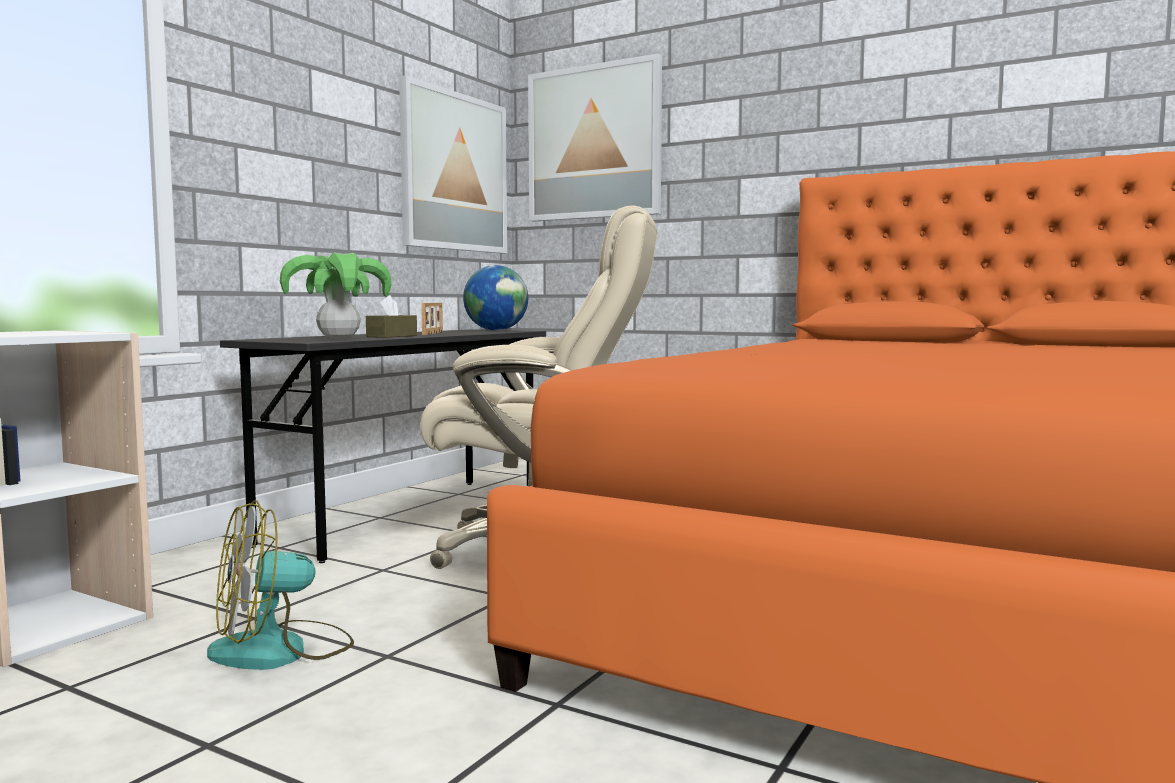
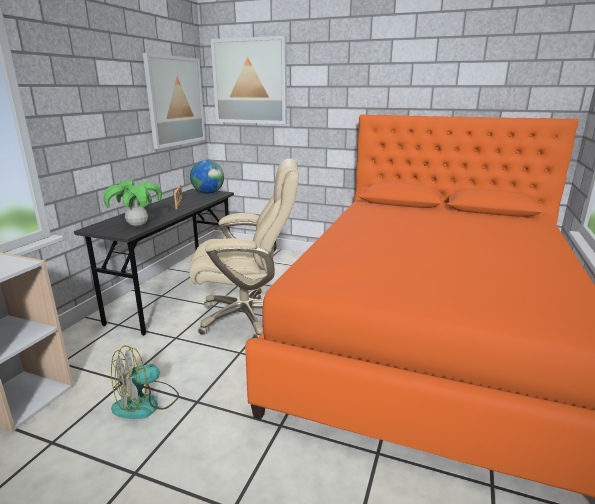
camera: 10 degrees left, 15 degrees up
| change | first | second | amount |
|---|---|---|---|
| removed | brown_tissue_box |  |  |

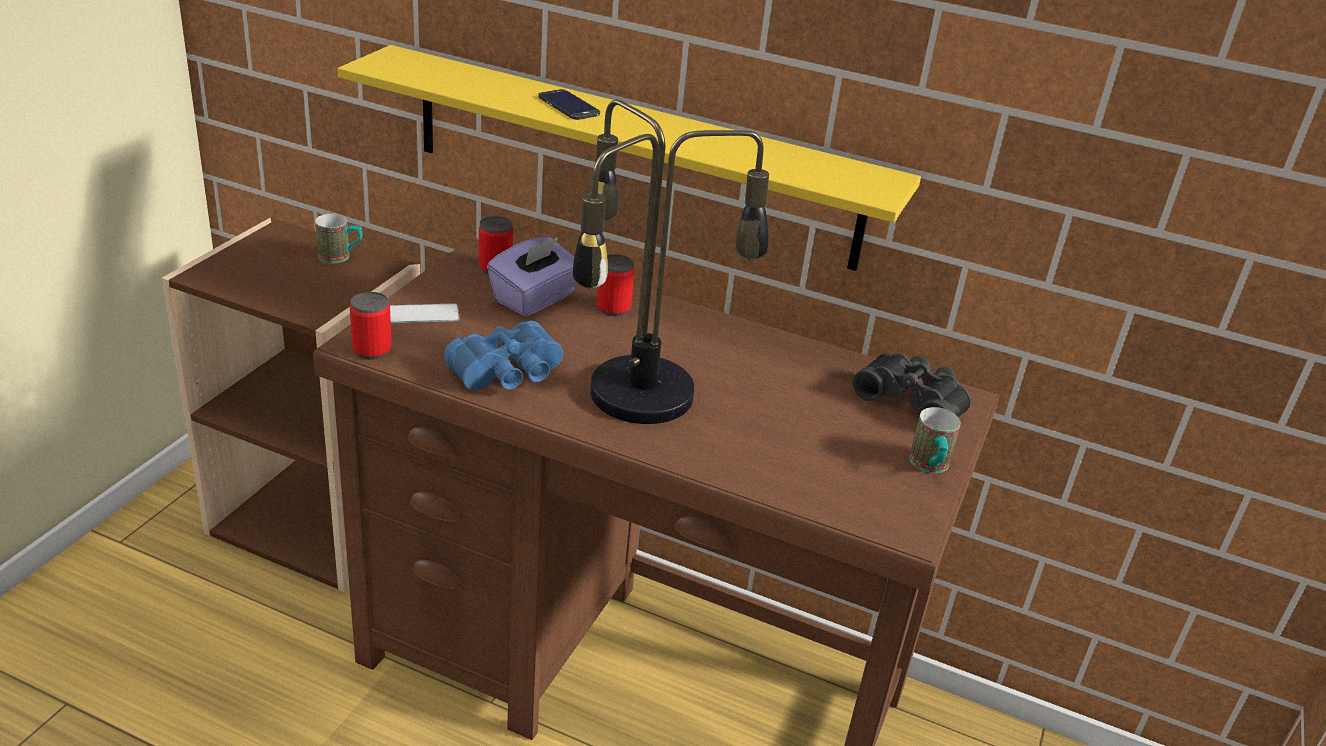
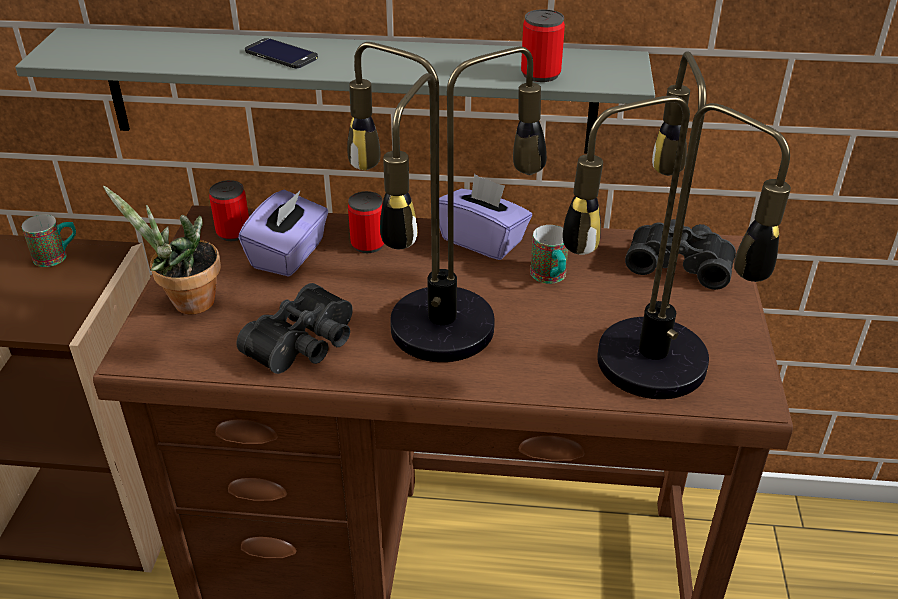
camera: 15 degrees left, 5 degrees up
| change | first | second | amount |
|---|---|---|---|
| recoloured | yellow_shelf | grey_shelf |  |
| moved | can (1st from left in the first image) | can (3rd from left) |  |
| replaced | phone (1st from left) | potted_plant |  |
| recoloured | blue_binoculars | black_binoculars (1st from left) |  |
| moved | mug (2nd from left) |  |  |
| added |  | purple_tissue_box (2nd from left) |  |
| added |  | table_lamp (2nd from left) |  |

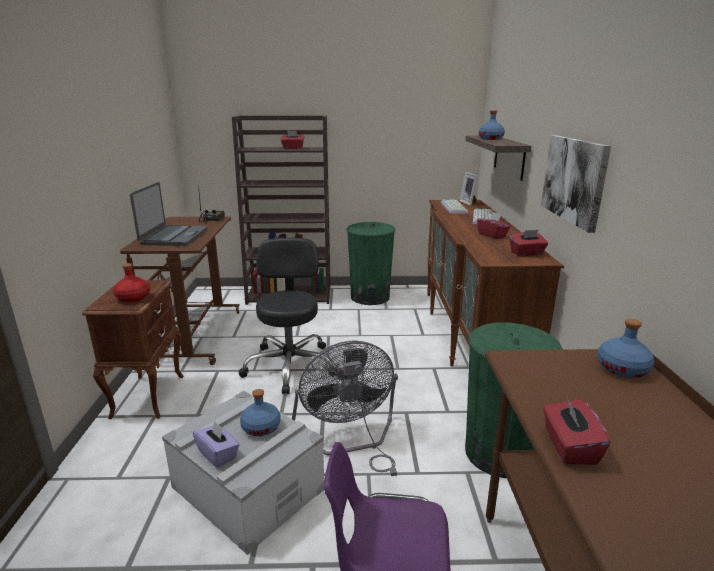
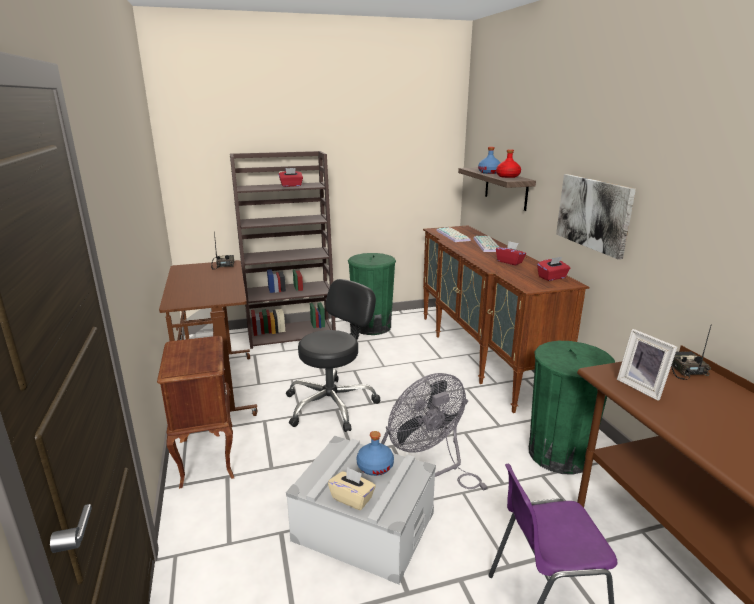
camera: 15 degrees left, 0 degrees up
| change | first | second | amount |
|---|---|---|---|
| moved | red_bottle |  |  |
| removed | laptop |  |  |
| recoloured | purple_tissue_box | beige_tissue_box |  |
| turned | black_office_chair |  | 60 degrees clockwise |
| moved | picture_frame |  |  |
| removed | red_tissue_box (4th from left) |  |  |
| replaced | blue_bottle (3rd from left) | radio (2nd from left) |  |

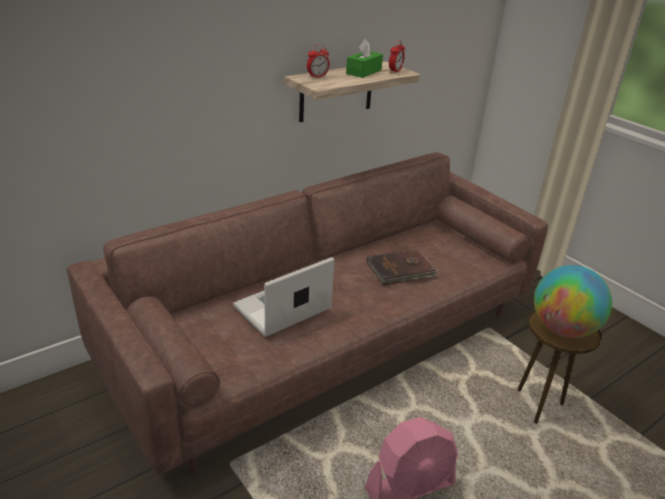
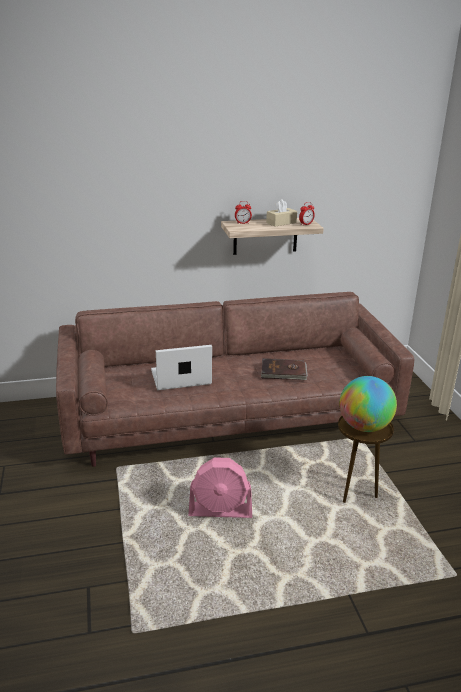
camera: 25 degrees right, 5 degrees down
| change | first | second | amount |
|---|---|---|---|
| recoloured | green_tissue_box | beige_tissue_box |  |

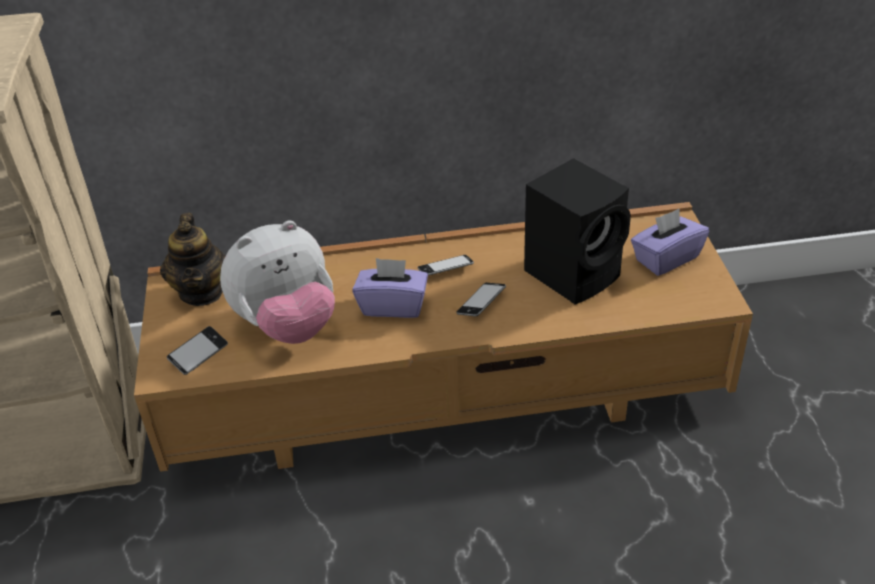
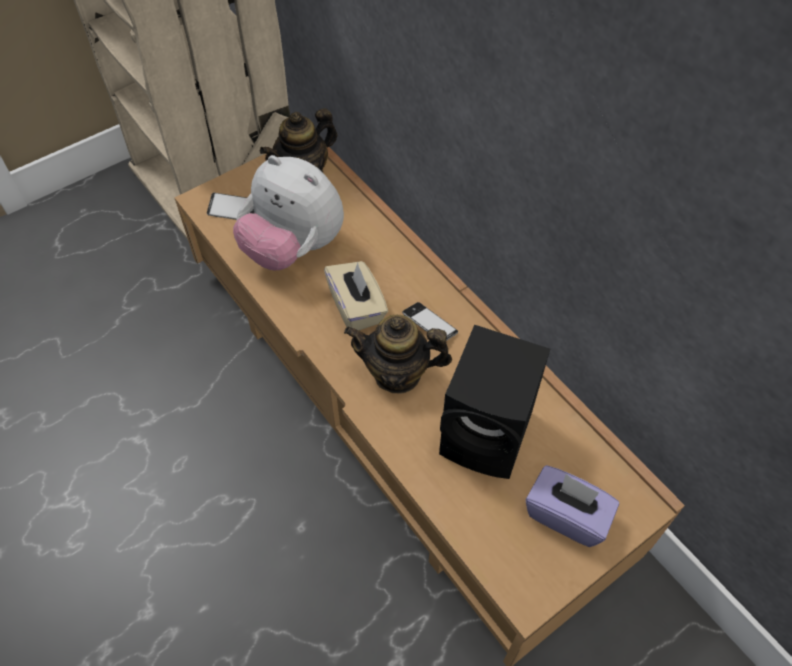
camera: 60 degrees right, 15 degrees up
| change | first | second | amount |
|---|---|---|---|
| recoloured | purple_tissue_box (1st from left) | beige_tissue_box |  |
| replaced | phone (3rd from left) | teapot (2nd from left) |  |

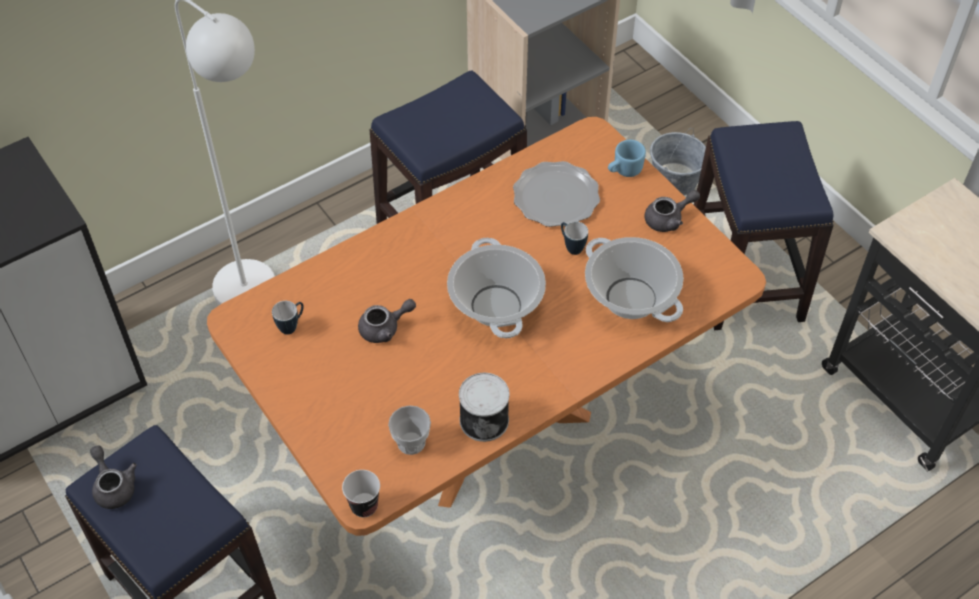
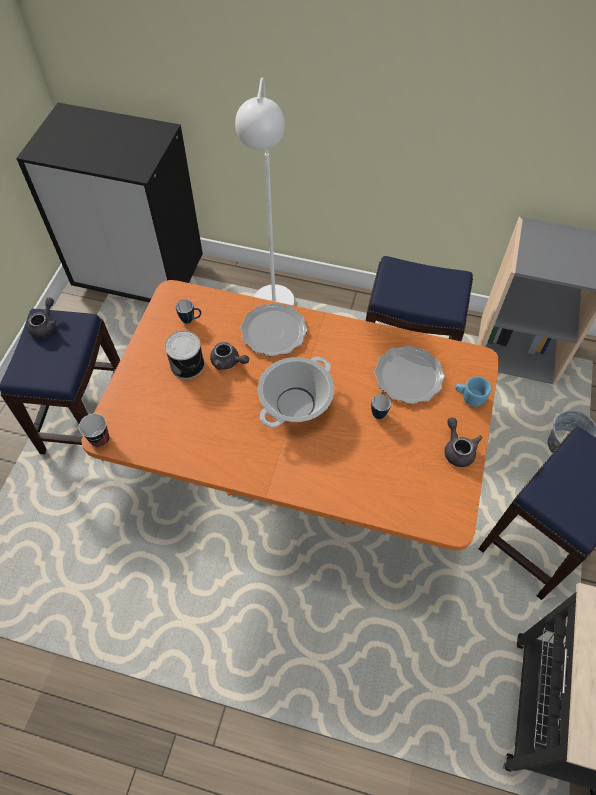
camera: 50 degrees right, 5 degrees up
| change | first | second | amount |
|---|---|---|---|
| removed | cup (2nd from left) |  |  |
| moved | can |  |  |
| removed | cooking_pot (2nd from left) |  |  |
| turned | grey_teapot (3rd from left) |  | 135 degrees counterclockwise |
| added |  | plate (1st from left) |  |

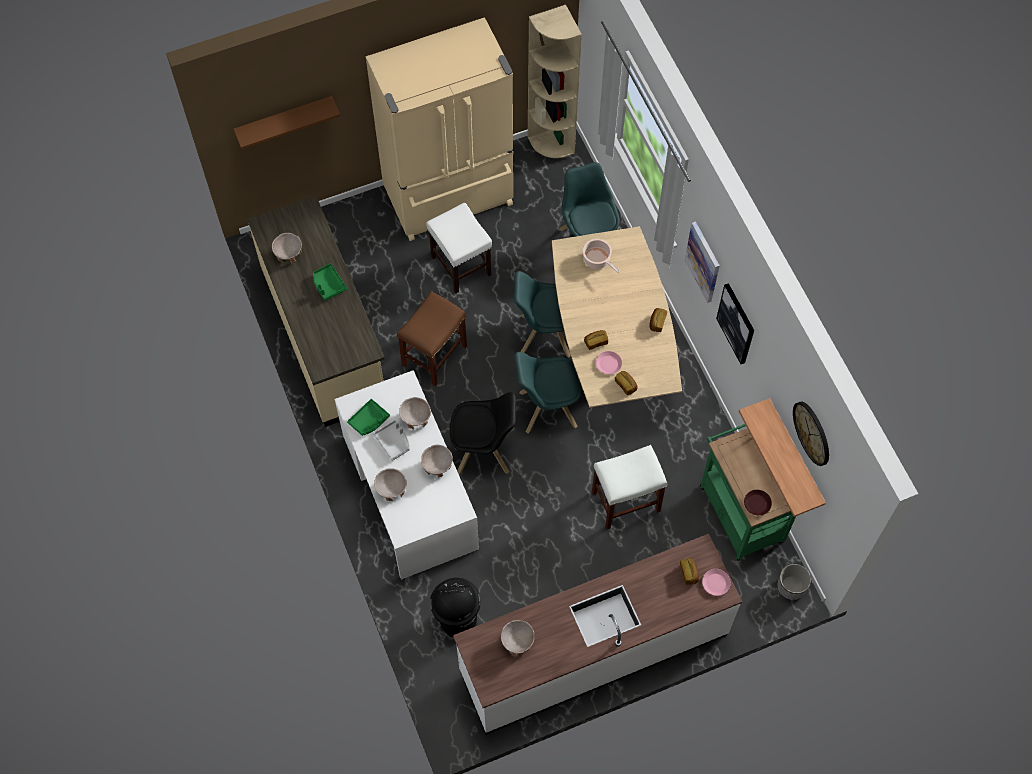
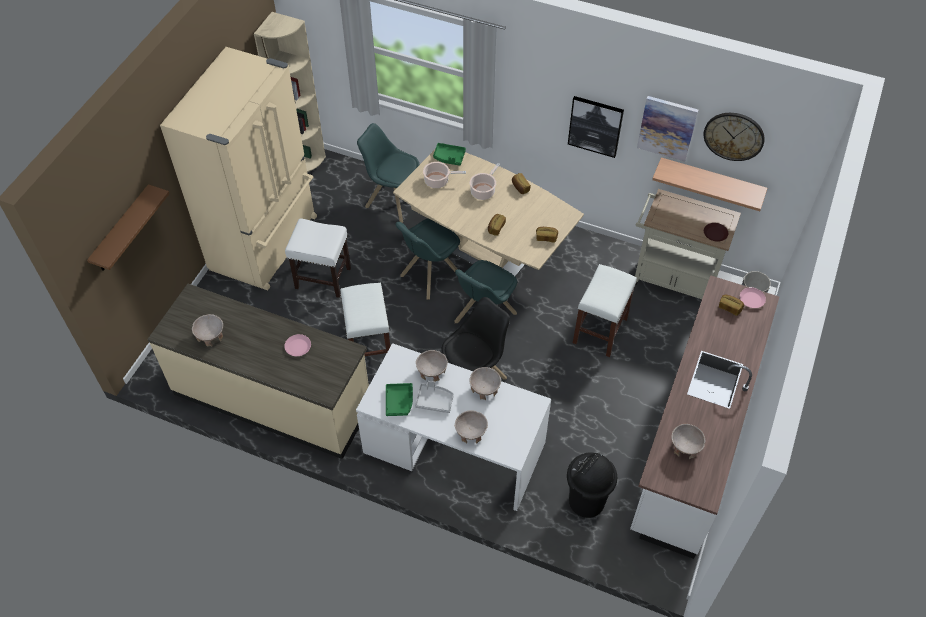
camera: 45 degrees left, 10 degrees down
| change | first | second | amount |
|---|---|---|---|
| moved | green_tray (1st from left in the first image) | green_tray (2nd from left) |  |
| recoloured | brown_stool | white_stool (2nd from left) |  |
| moved | pink_plate (1st from left) |  |  |
| moved | picture (1st from left in the first image) | picture (2nd from left) |  |
| recoloured | green_cart | beige_cart |  |
| added |  | cooking_pot (2nd from left) |  |

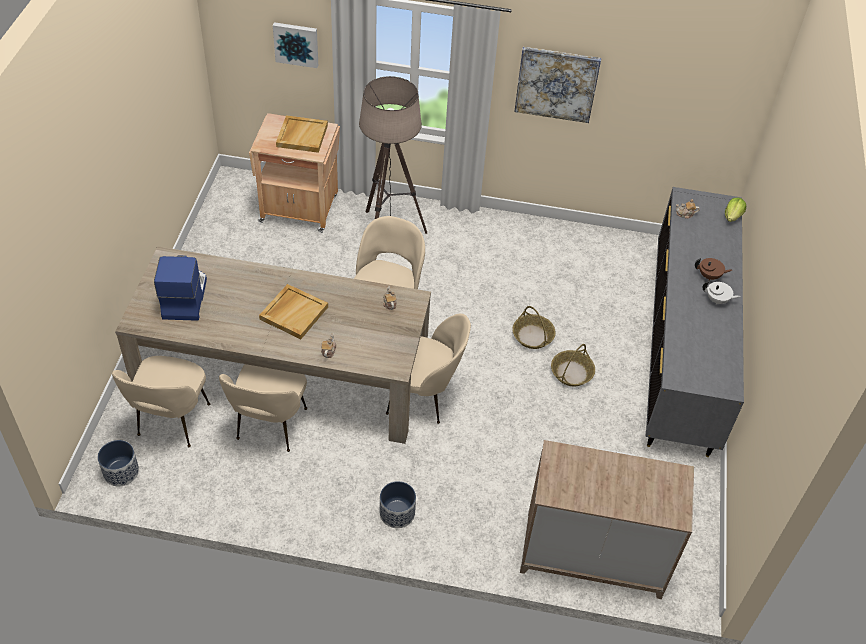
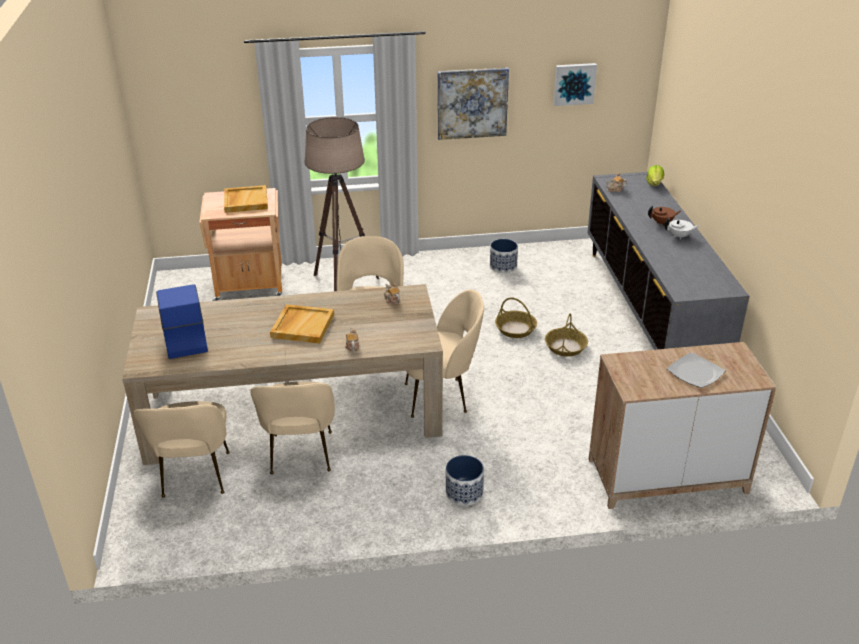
camera: 15 degrees left, 15 degrees down
| change | first | second | amount |
|---|---|---|---|
| moved | planter (1st from left in the first image) | planter (2nd from left) |  |
| moved | picture (1st from left in the first image) | picture (2nd from left) |  |
| added |  | plate |  |

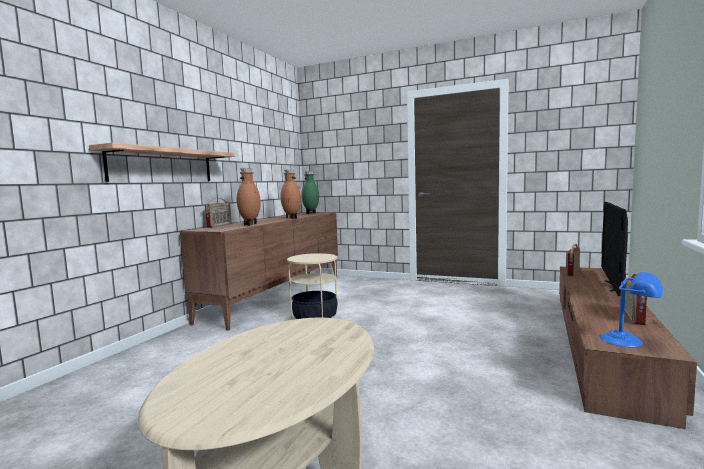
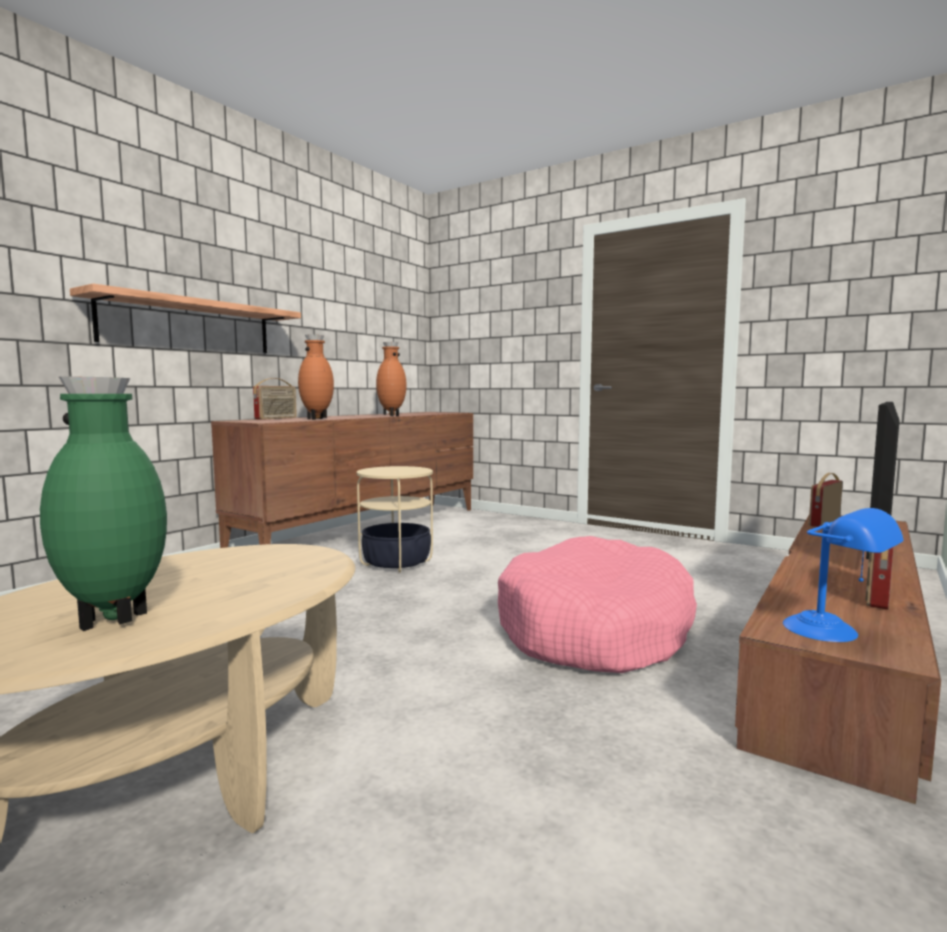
camera: 10 degrees right, 0 degrees up
| change | first | second | amount |
|---|---|---|---|
| moved | green_vase |  |  |
| added |  | pink_dog_bed |  |

